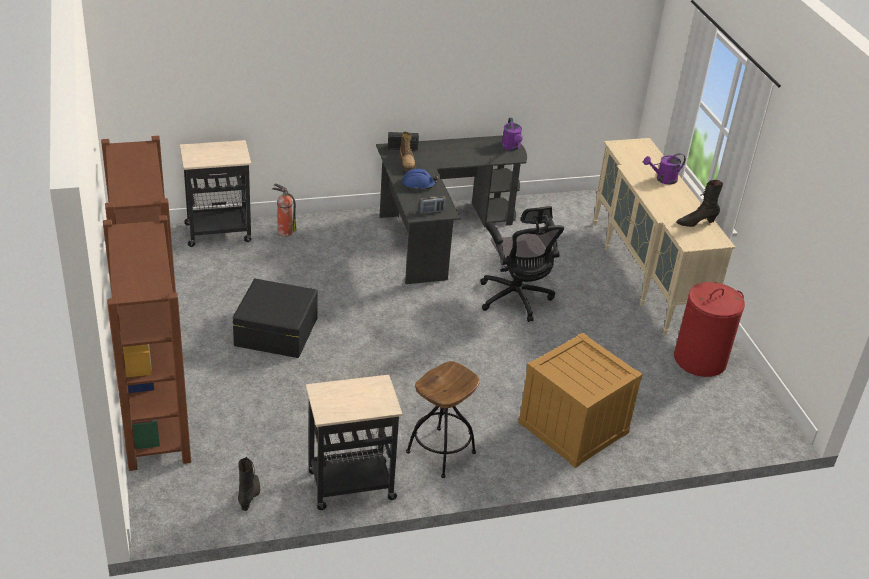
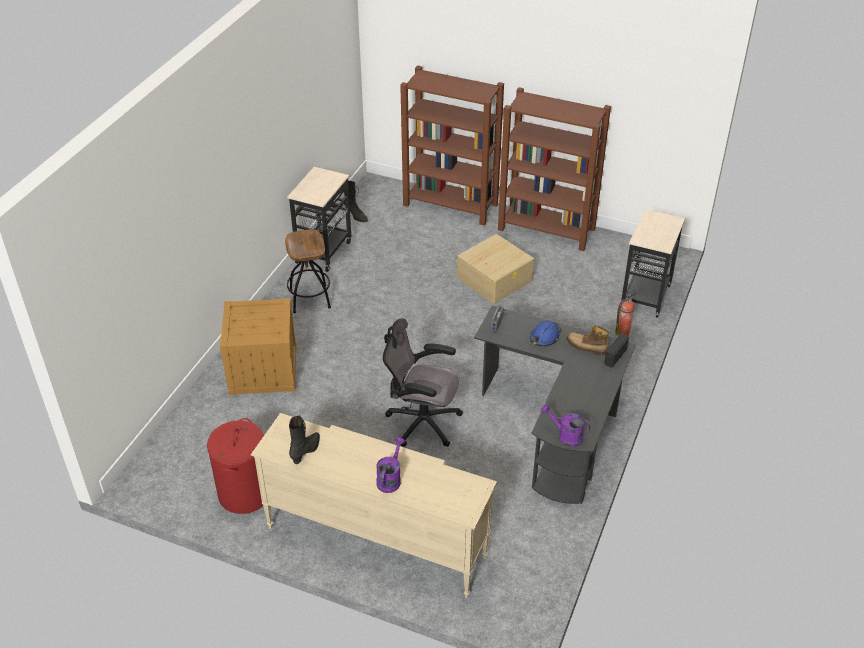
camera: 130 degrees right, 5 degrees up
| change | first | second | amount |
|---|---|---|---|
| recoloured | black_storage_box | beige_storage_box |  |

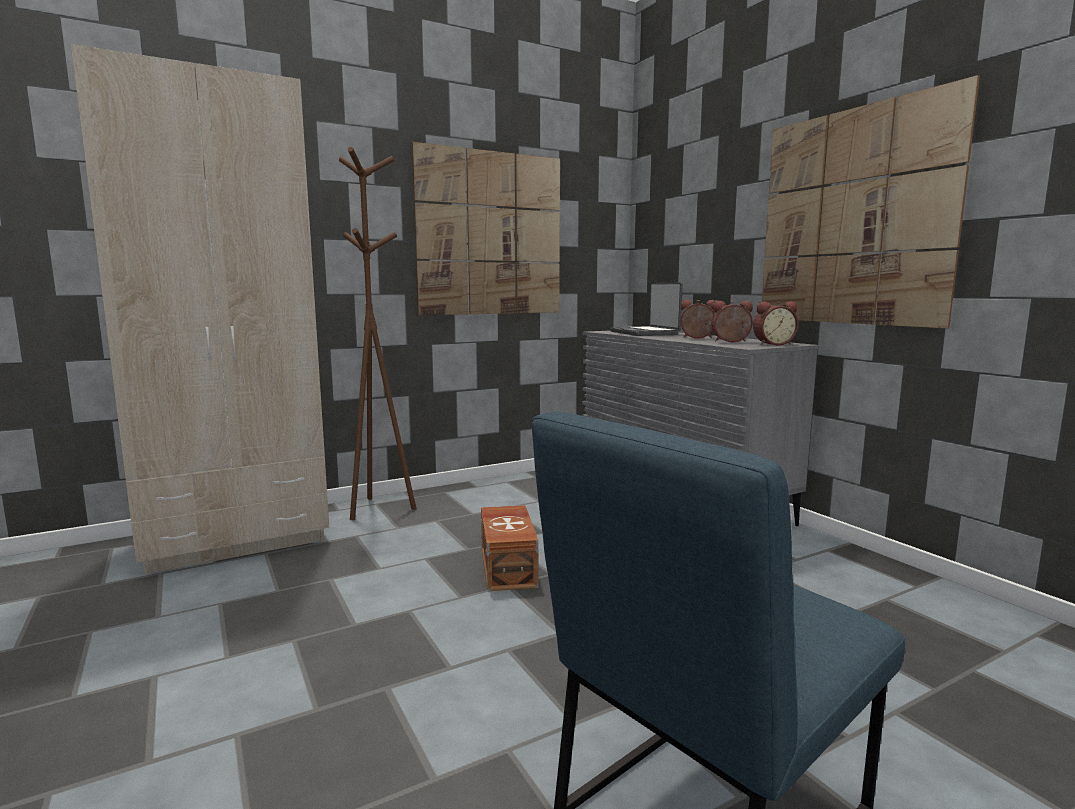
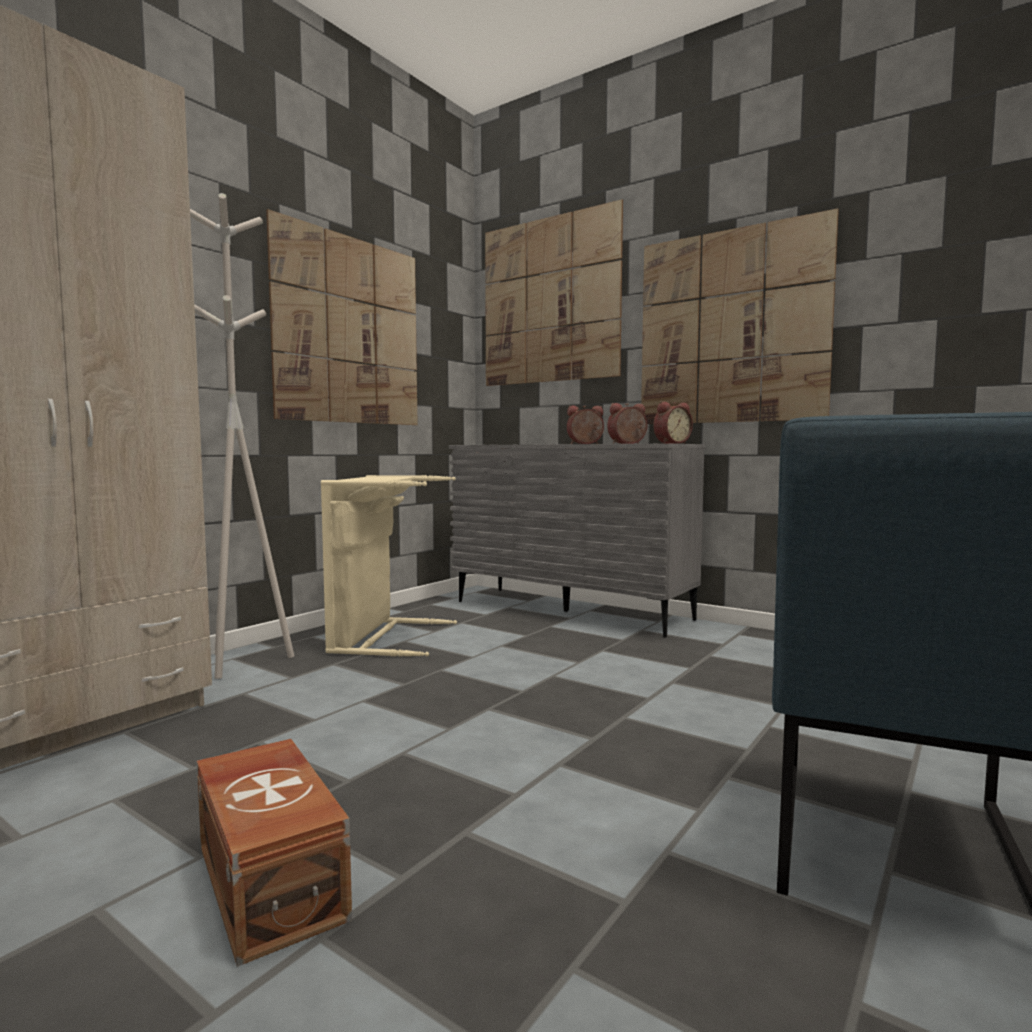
camera: 25 degrees left, 5 degrees down
| change | first | second | amount |
|---|---|---|---|
| recoloured | brown_clothes_rack | grey_clothes_rack |  |
| moved | brown_storage_box |  |  |
| removed | laptop |  |  |
| added |  | beige_laundry_basket |  |
| added |  | picture (2nd from left) |  |

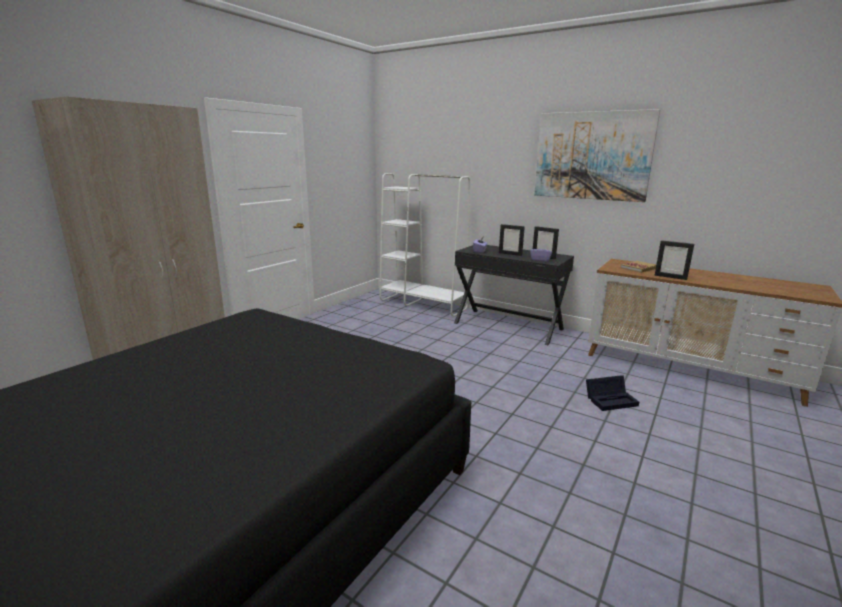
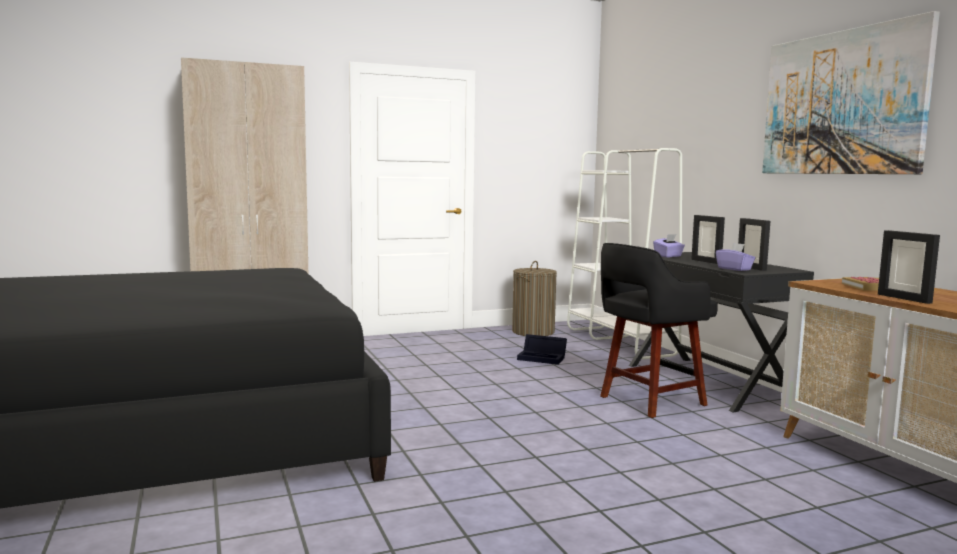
camera: 35 degrees right, 10 degrees down
| change | first | second | amount |
|---|---|---|---|
| moved | black_storage_box |  |  |
| added |  | laundry_basket |  |
| added |  | black_stool |  |

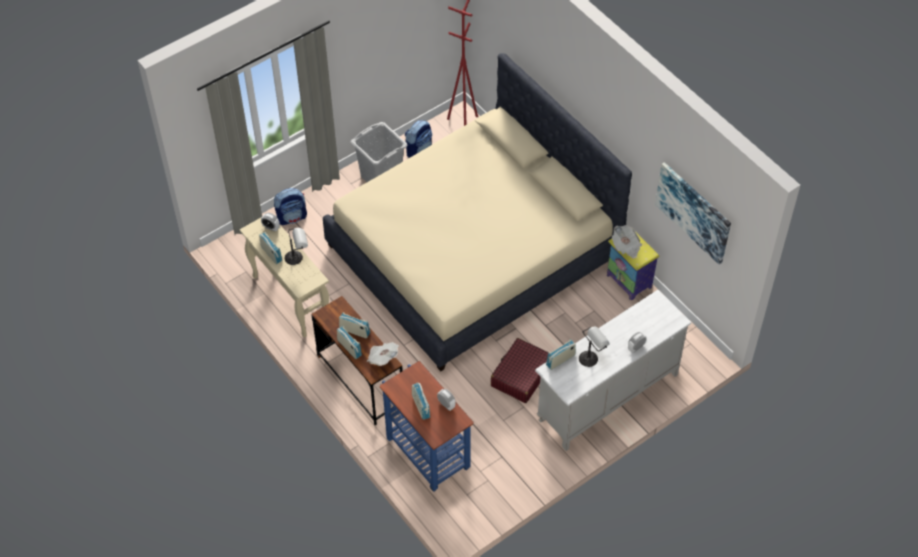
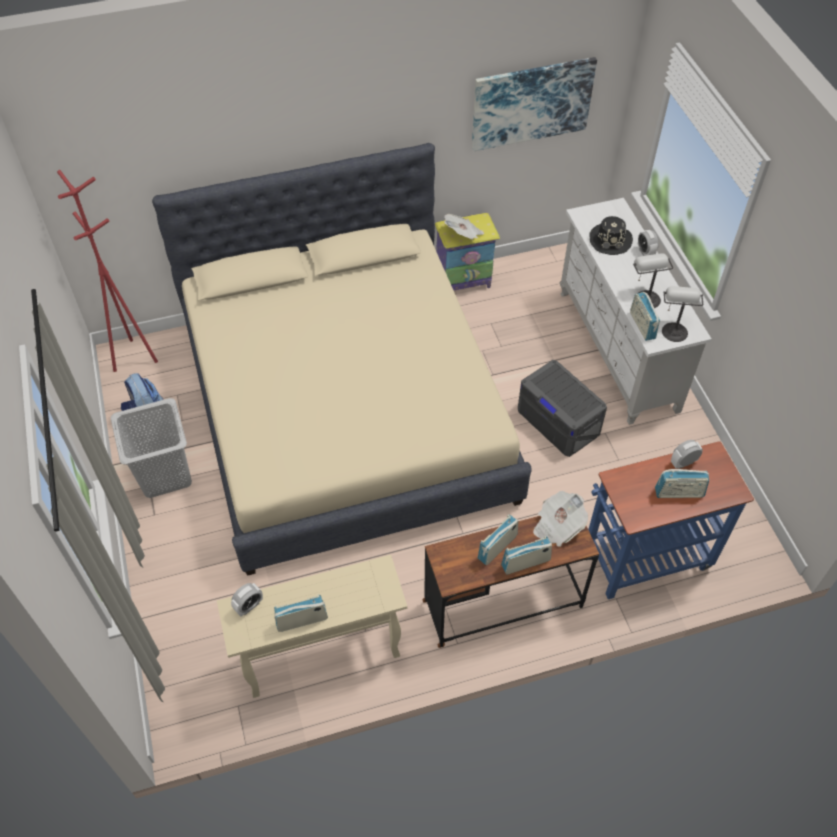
camera: 70 degrees left, 0 degrees up
| change | first | second | amount |
|---|---|---|---|
| removed | backpack (1st from left) |  |  |
| moved | table_lamp (1st from left in the first image) | table_lamp (2nd from left) |  |
| replaced | red_suitcase | grey_storage_box |  |
| added |  | black_hat |  |

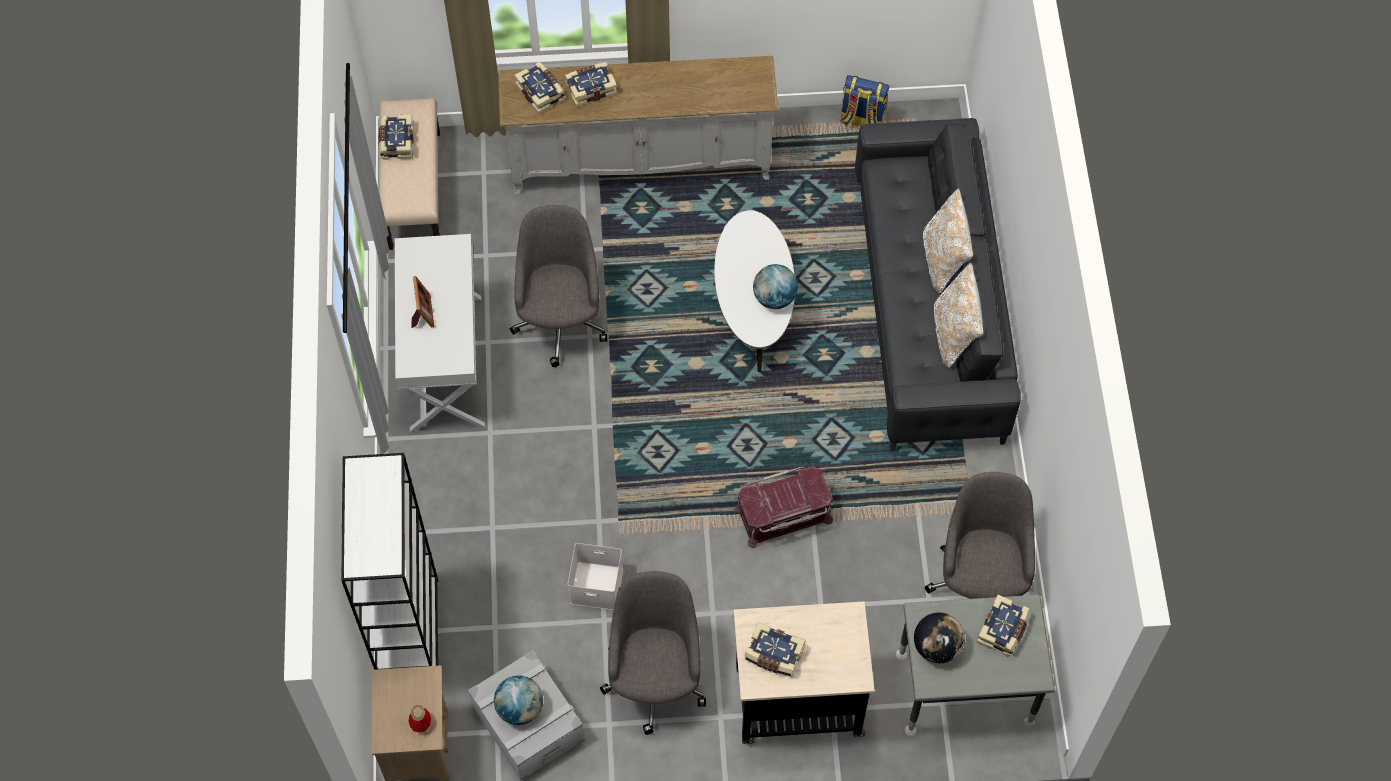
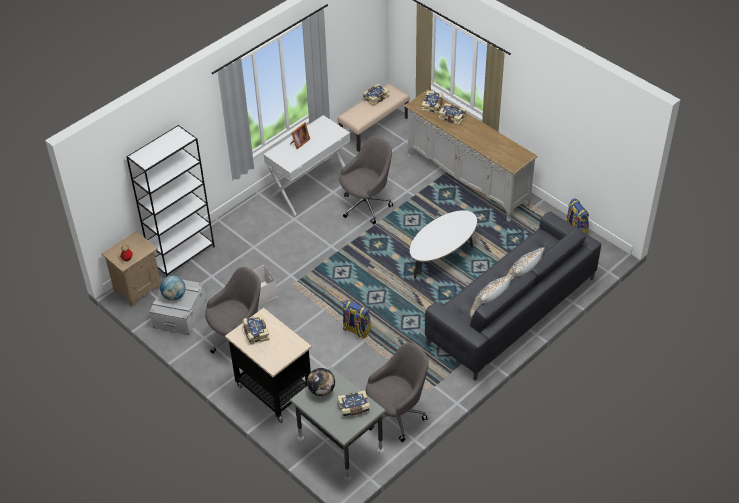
camera: 50 degrees right, 15 degrees down
| change | first | second | amount |
|---|---|---|---|
| replaced | red_storage_box | backpack (1st from left) |  |
| removed | globe (2nd from left) |  |  |

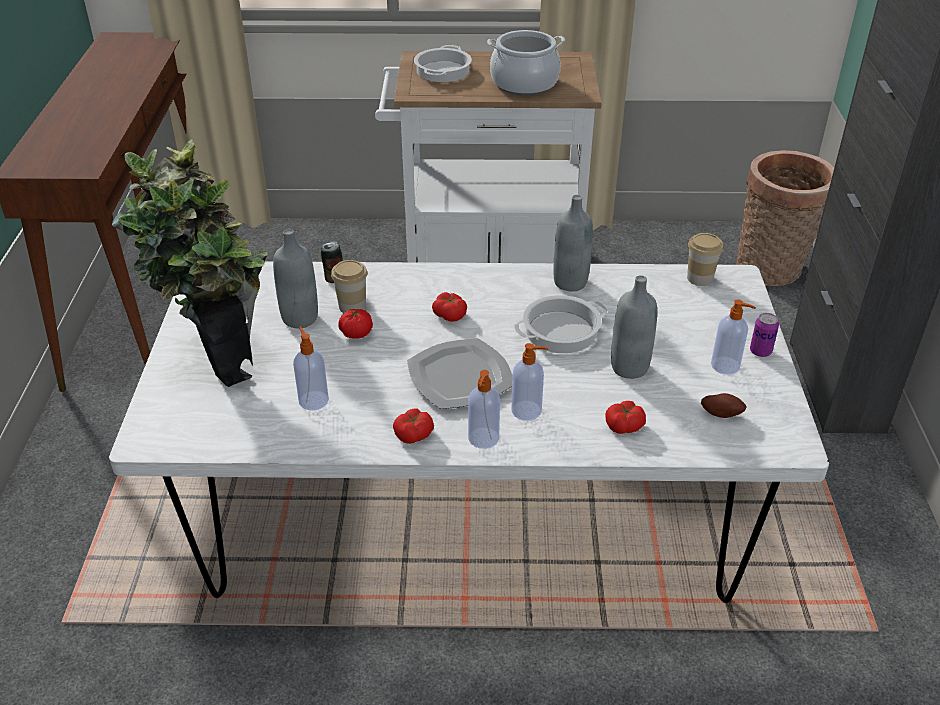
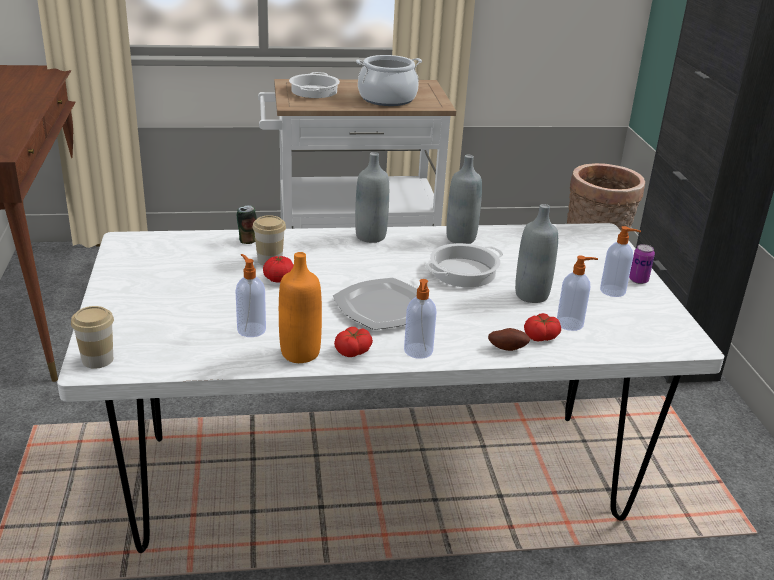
camera: 10 degrees left, 10 degrees down
| change | first | second | amount |
|---|---|---|---|
| removed | potted_plant |  |  |
| moved | grey_bottle (1st from left) |  |  |
| removed | tomato (3rd from left) |  |  |
| moved | soap_dispenser (3rd from left) |  |  |
| moved | cup (2nd from left in the first image) | cup (1st from left) |  |
| moved | potato |  |  |
| added |  | orange_bottle |  |

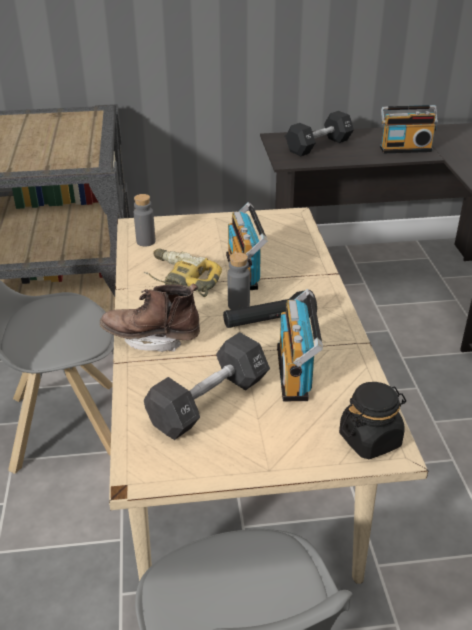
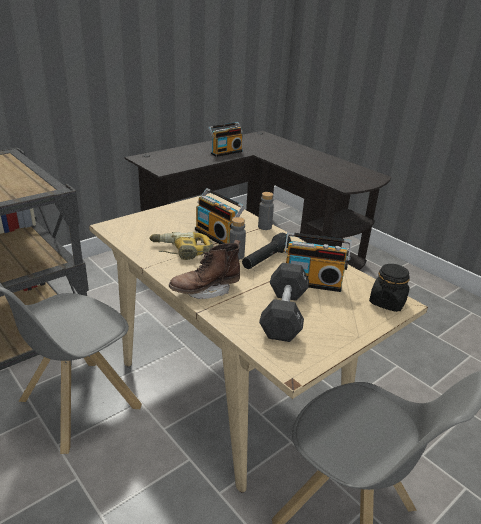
camera: 35 degrees left, 5 degrees down
| change | first | second | amount |
|---|---|---|---|
| moved | grey_bottle (1st from left in the first image) | grey_bottle (2nd from left) |  |
| turned | radio (2nd from left in the first image) | radio (3rd from left) | 45 degrees counterclockwise |
| removed | black_dumbbell (2nd from left) |  |  |

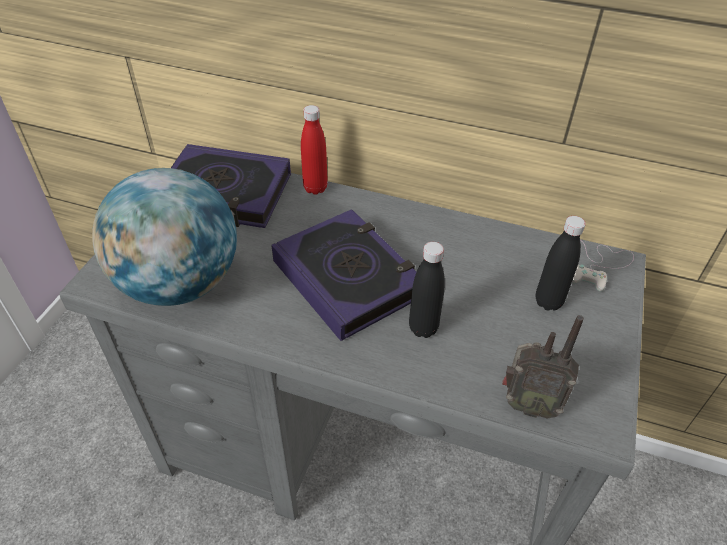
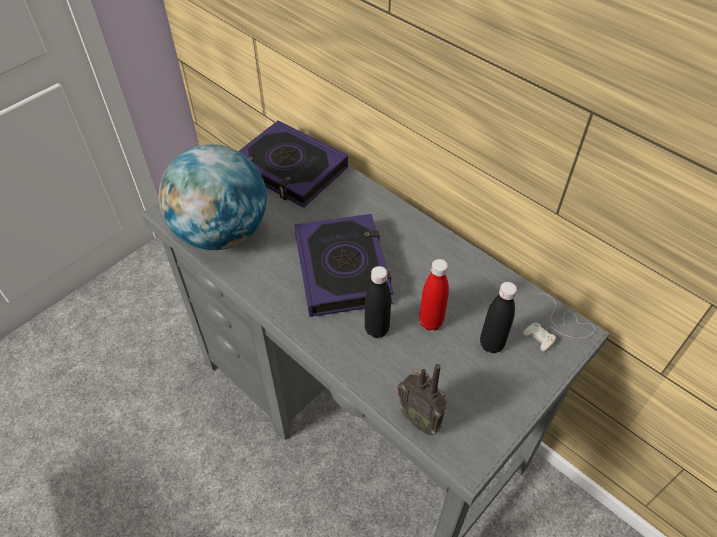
camera: 25 degrees right, 5 degrees up
| change | first | second | amount |
|---|---|---|---|
| moved | red_bottle |  |  |

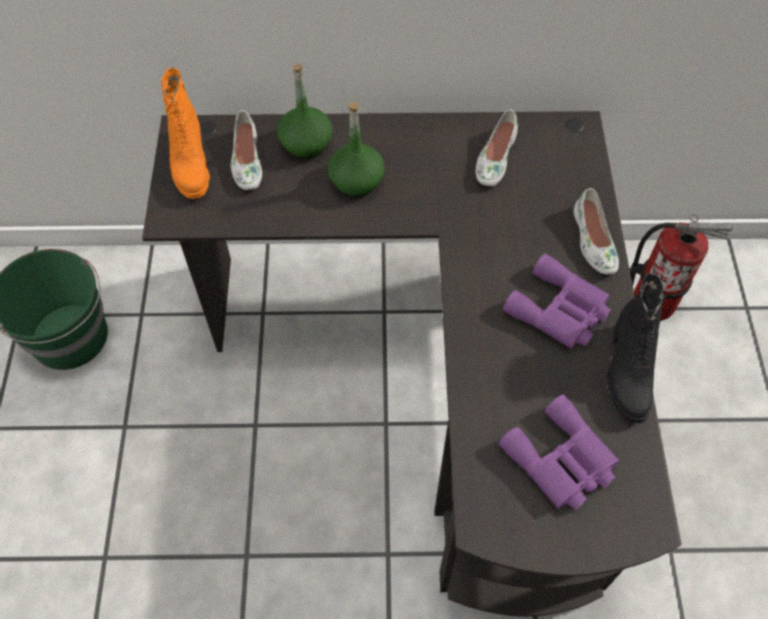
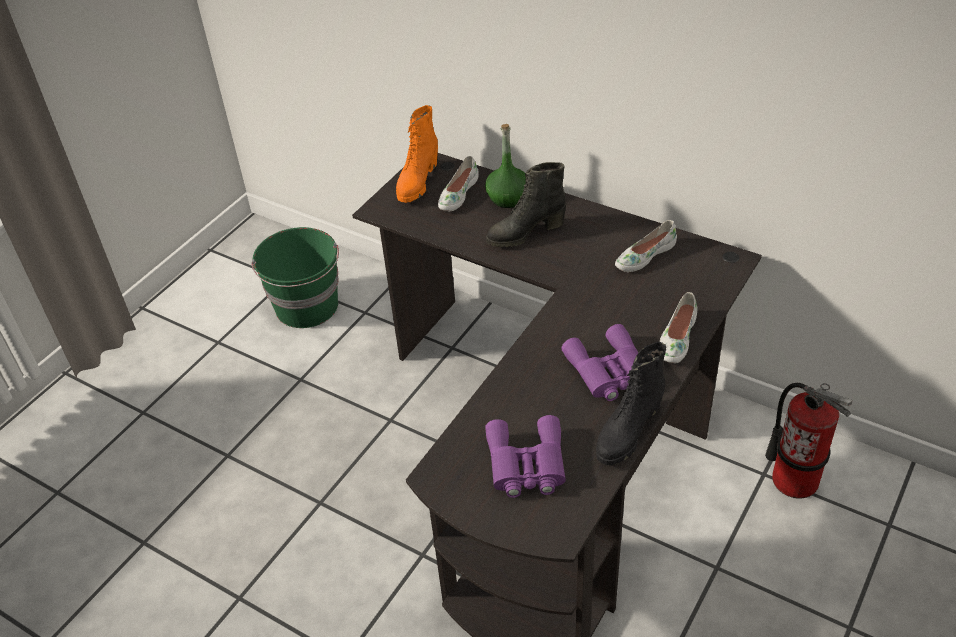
camera: 35 degrees right, 15 degrees down
| change | first | second | amount |
|---|---|---|---|
| replaced | green_bottle (2nd from left) | black_boot (1st from left) |  |

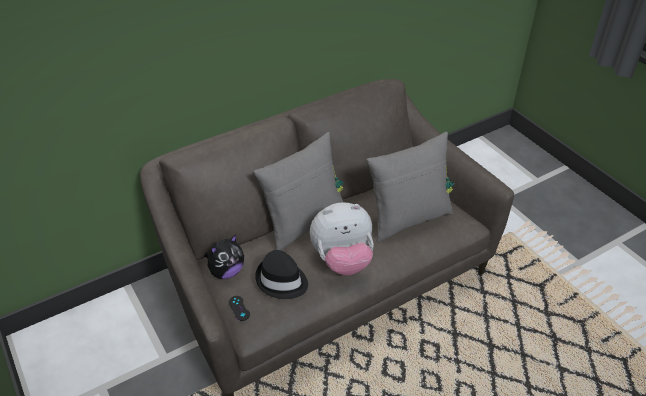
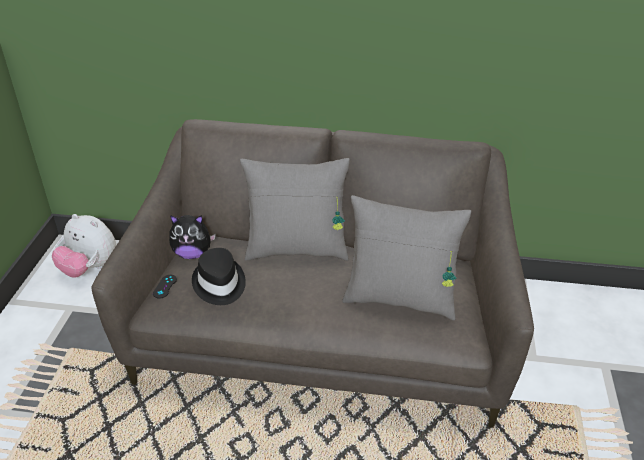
camera: 40 degrees right, 5 degrees down
| change | first | second | amount |
|---|---|---|---|
| moved | plush_toy (2nd from left in the first image) | plush_toy (1st from left) |  |

